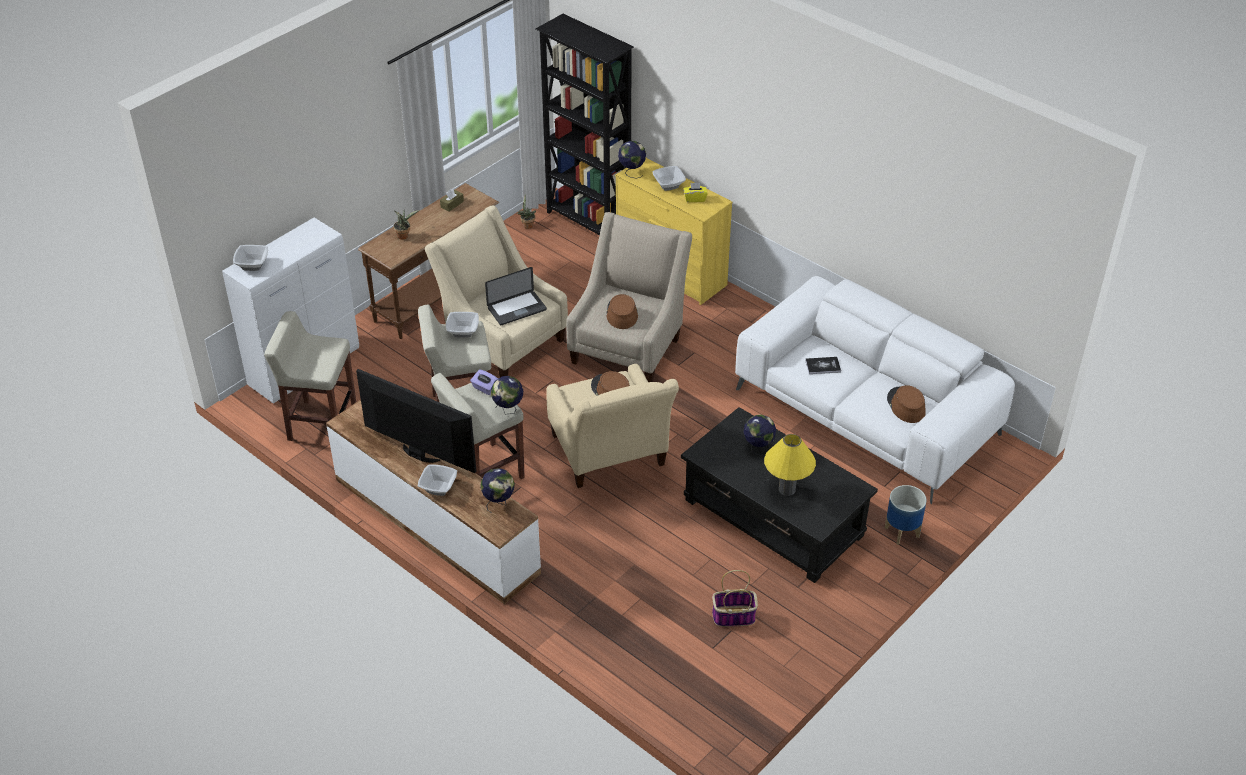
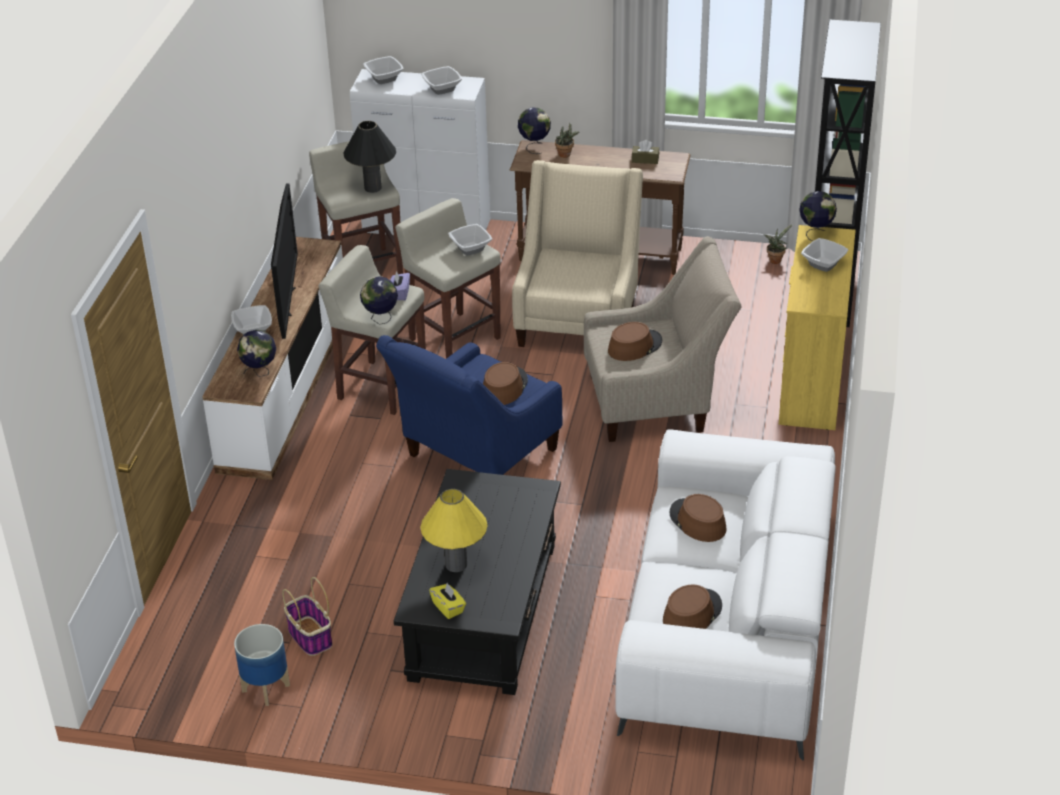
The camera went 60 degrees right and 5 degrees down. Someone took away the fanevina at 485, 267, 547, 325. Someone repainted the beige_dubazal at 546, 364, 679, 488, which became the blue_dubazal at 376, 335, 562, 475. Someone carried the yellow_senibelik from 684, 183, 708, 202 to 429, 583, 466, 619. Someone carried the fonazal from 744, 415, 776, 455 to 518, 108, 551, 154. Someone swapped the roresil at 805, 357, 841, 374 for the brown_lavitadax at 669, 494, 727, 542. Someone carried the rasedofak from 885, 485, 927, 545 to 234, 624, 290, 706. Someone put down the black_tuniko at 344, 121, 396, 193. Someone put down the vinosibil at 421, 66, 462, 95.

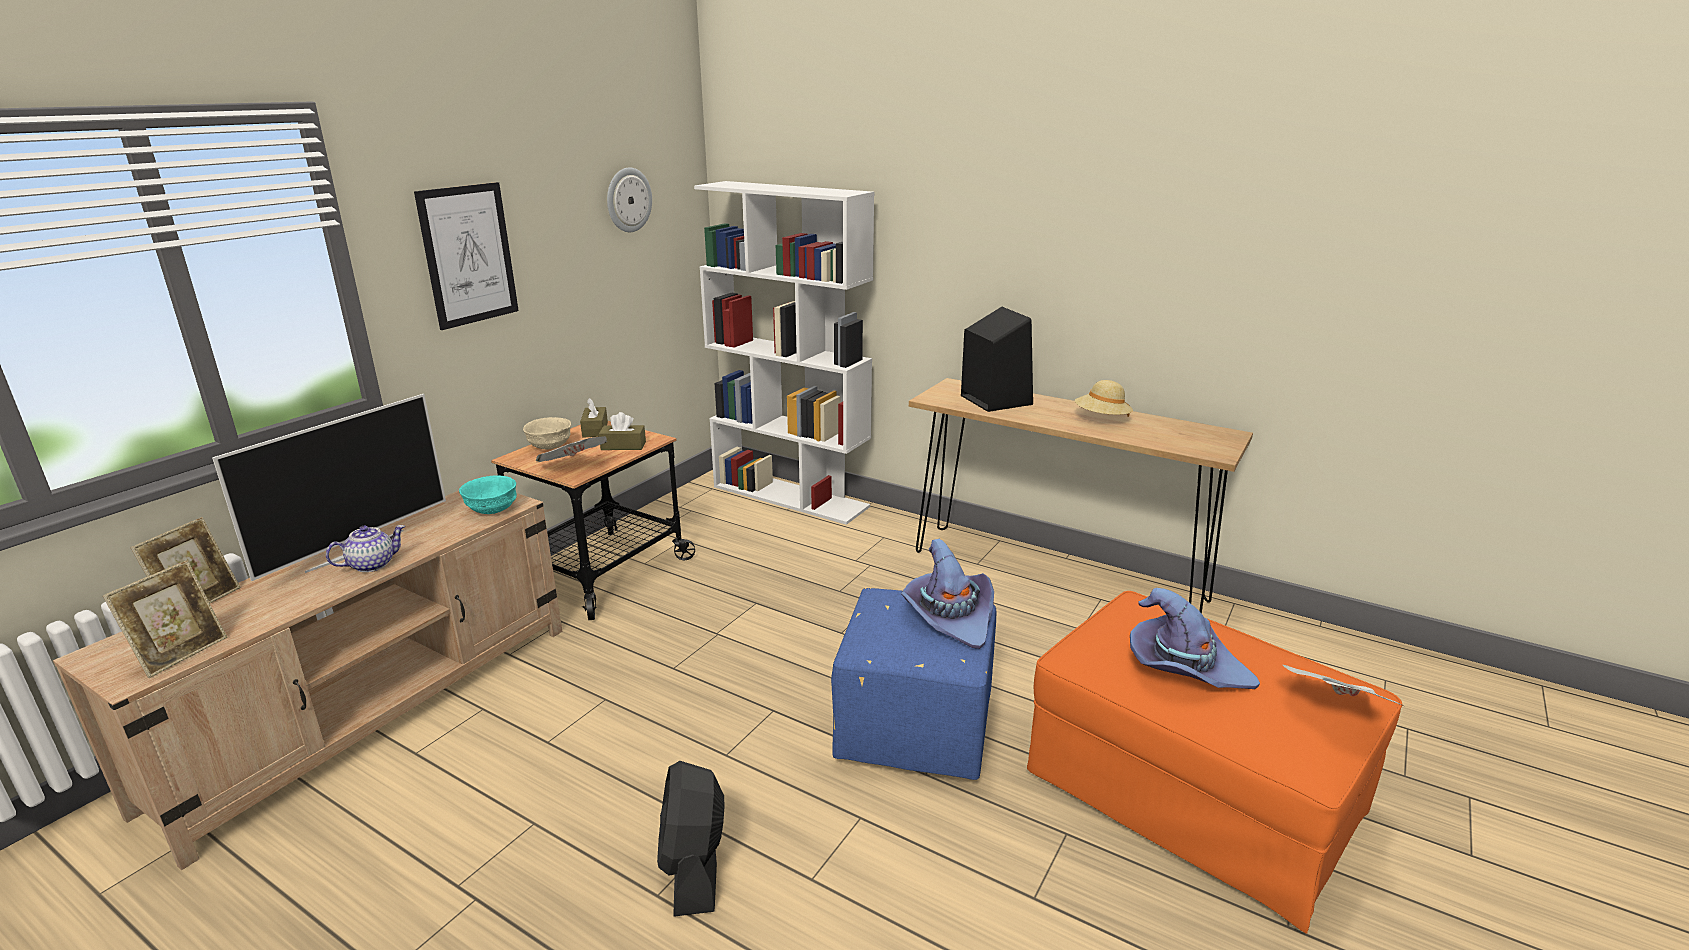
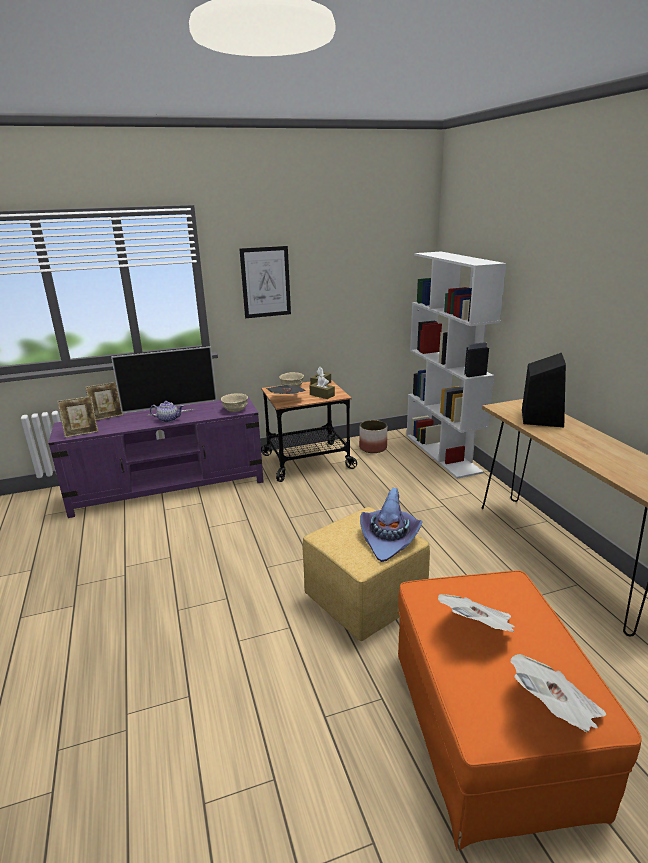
The camera went 40 degrees right and 0 degrees up. Someone repainted the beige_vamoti at 53, 491, 562, 870, which became the purple_vamoti at 48, 397, 264, 518. Someone repainted the turquoise_vinosibil at 459, 475, 517, 514, which became the beige_vinosibil at 221, 393, 248, 412. Someone took away the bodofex at 607, 167, 652, 232. Someone took away the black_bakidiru at 657, 761, 725, 917. Someone repainted the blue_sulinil at 831, 588, 996, 780, which became the yellow_sulinil at 302, 507, 430, 641. Someone took away the beige_lavitadax at 1075, 380, 1133, 417. Someone swapped the purple_lavitadax at 1130, 588, 1260, 689 for the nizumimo at 438, 594, 515, 632. Someone put down the rasedofak at 359, 420, 387, 453.

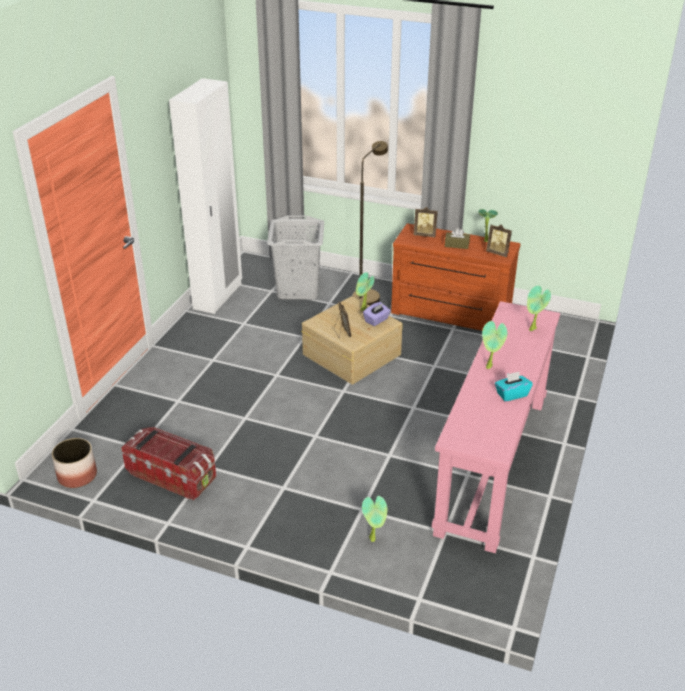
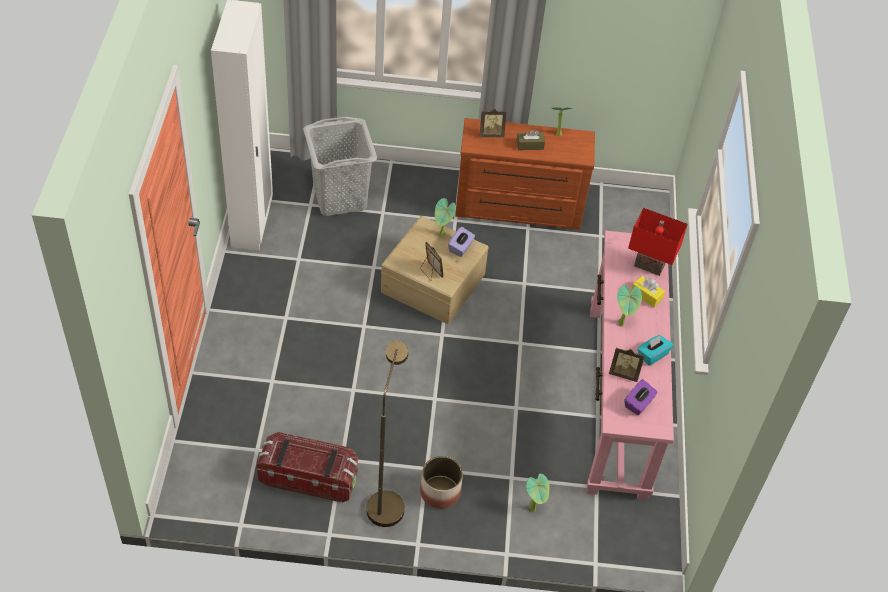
The camera went 20 degrees left and 15 degrees up. Someone carried the rasedofak from 52, 438, 97, 488 to 420, 456, 463, 509. Someone carried the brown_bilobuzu from 352, 141, 388, 305 to 366, 341, 408, 527. Someone carried the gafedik from 486, 225, 512, 257 to 609, 348, 645, 382. Someone swapped the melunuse at 527, 286, 551, 331 for the red_tuniko at 628, 208, 688, 276. Someone put down the purple_senibelik at 625, 379, 658, 415. Someone put down the yellow_senibelik at 631, 276, 665, 307.

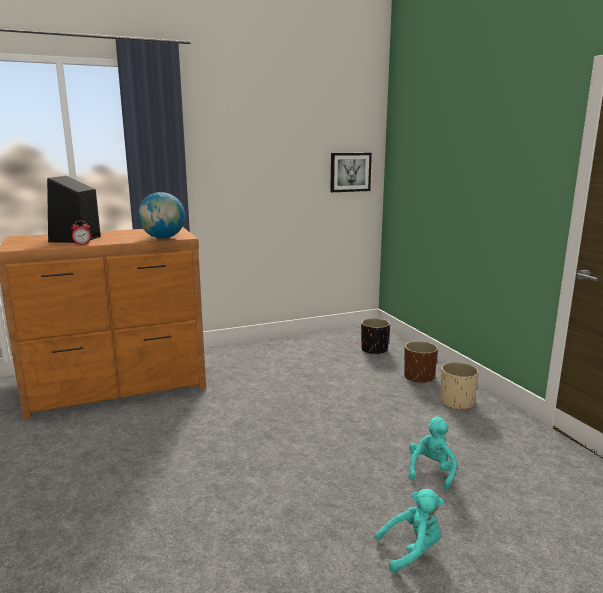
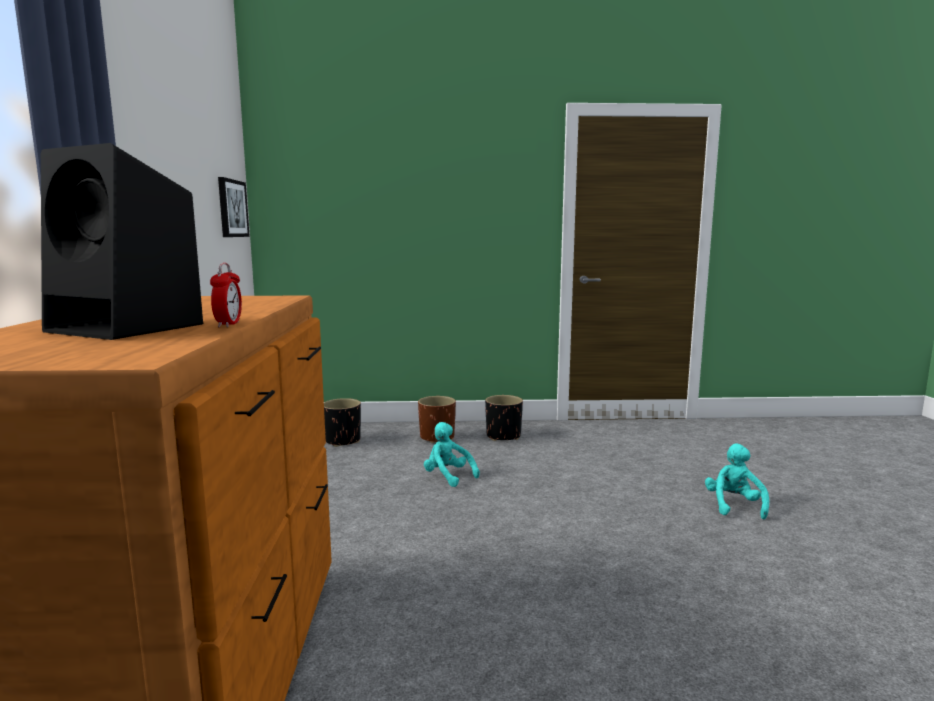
The camera went 70 degrees left and 5 degrees down. Someone took away the fonazal at 138, 192, 185, 238. Someone carried the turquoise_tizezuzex from 408, 417, 457, 490 to 424, 422, 480, 487. Someone repainted the beige_rasedofak at 440, 362, 479, 410, which became the black_rasedofak at 485, 395, 523, 441.

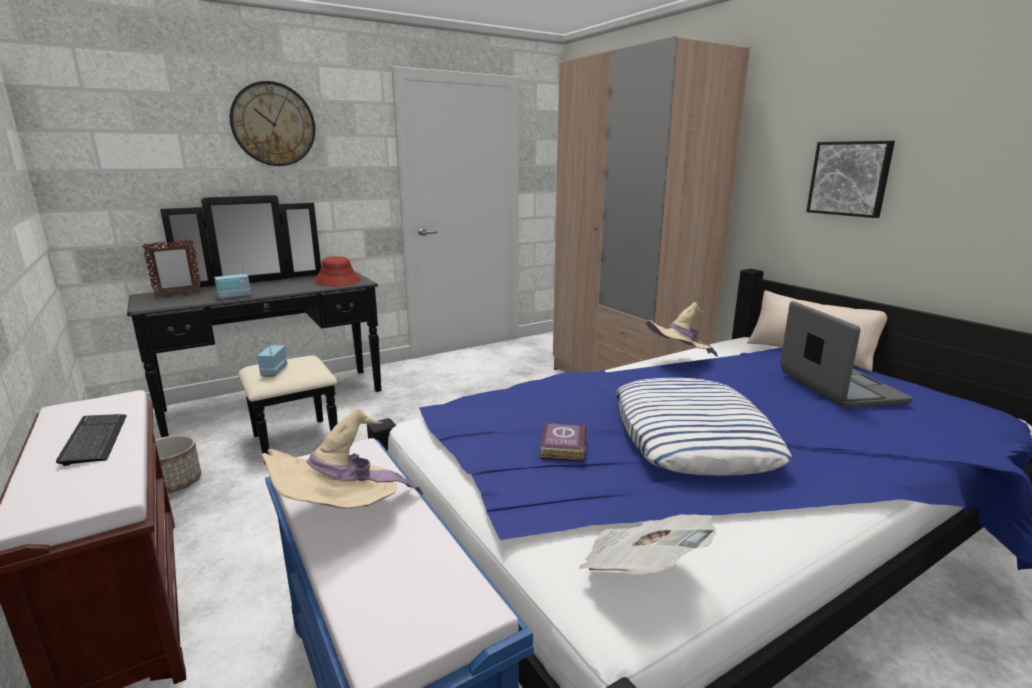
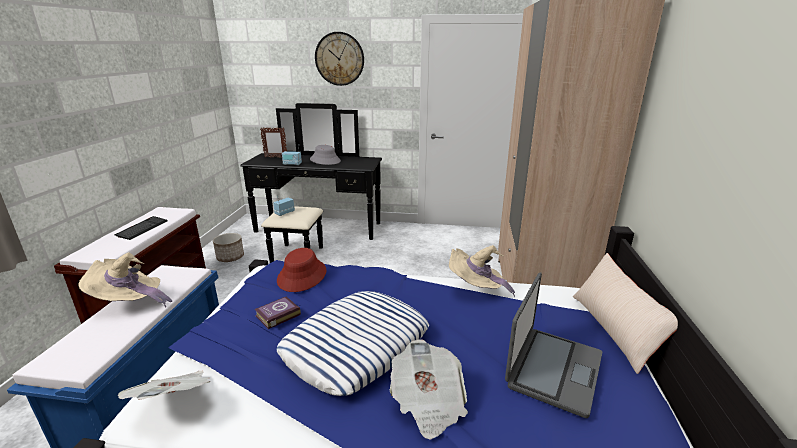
The camera went 40 degrees right and 5 degrees up. Someone carried the red_lavitadax from 315, 256, 361, 286 to 277, 248, 326, 292. Someone took away the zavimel at 806, 141, 895, 218. Someone put down the grey_lavitadax at 310, 145, 341, 165. Someone put down the nizumimo at 390, 340, 468, 440.

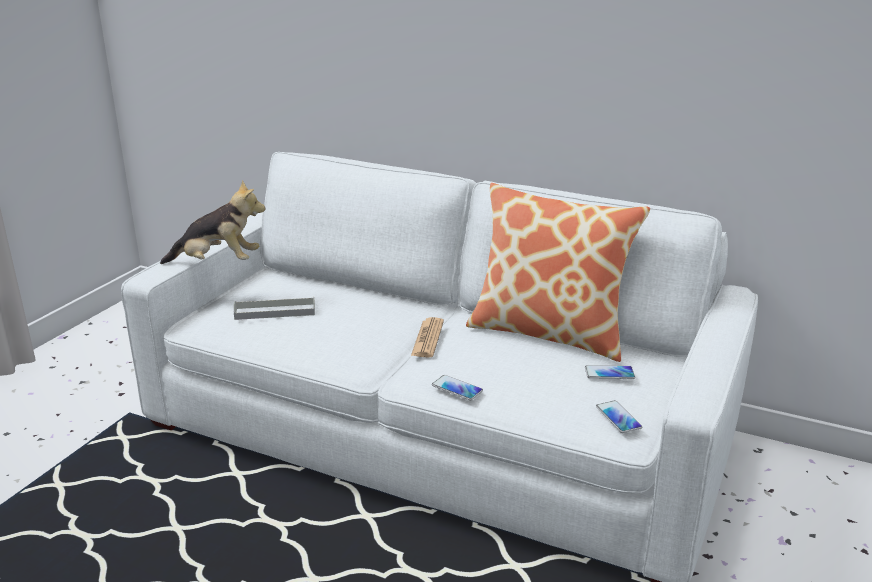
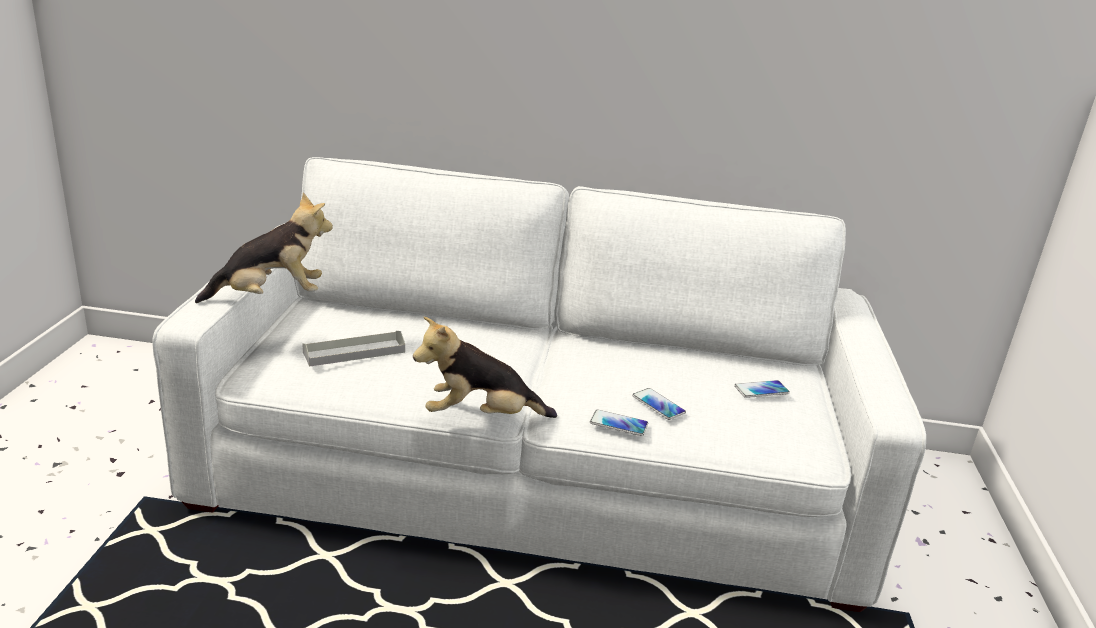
The camera went 20 degrees left and 0 degrees up. Someone took away the nizumimo at 411, 317, 444, 358. Someone took away the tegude at 466, 183, 650, 362. Someone carried the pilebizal from 596, 400, 642, 433 to 632, 388, 686, 420. Someone put down the tizezuzex at 413, 317, 557, 418.

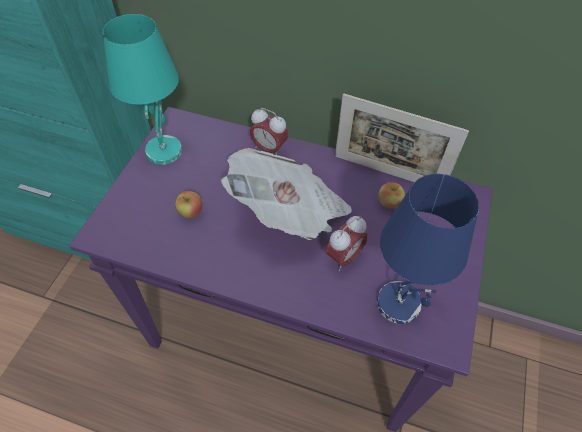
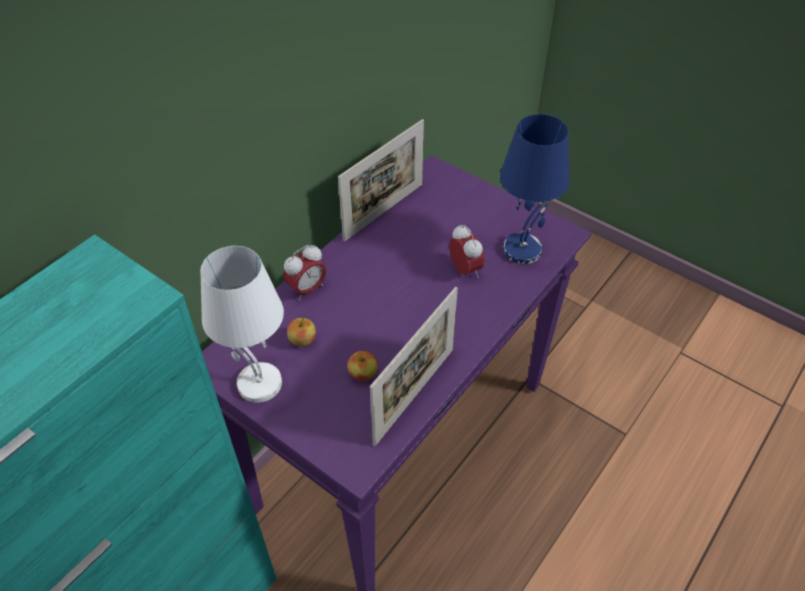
The camera went 70 degrees left and 5 degrees down. Someone repainted the turquoise_tuniko at 103, 14, 182, 165, which became the white_tuniko at 200, 246, 284, 403. Someone took away the nizumimo at 221, 148, 352, 240. Someone carried the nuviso from 378, 182, 405, 208 to 287, 317, 316, 347. Someone put down the gafedik at 370, 287, 458, 446.

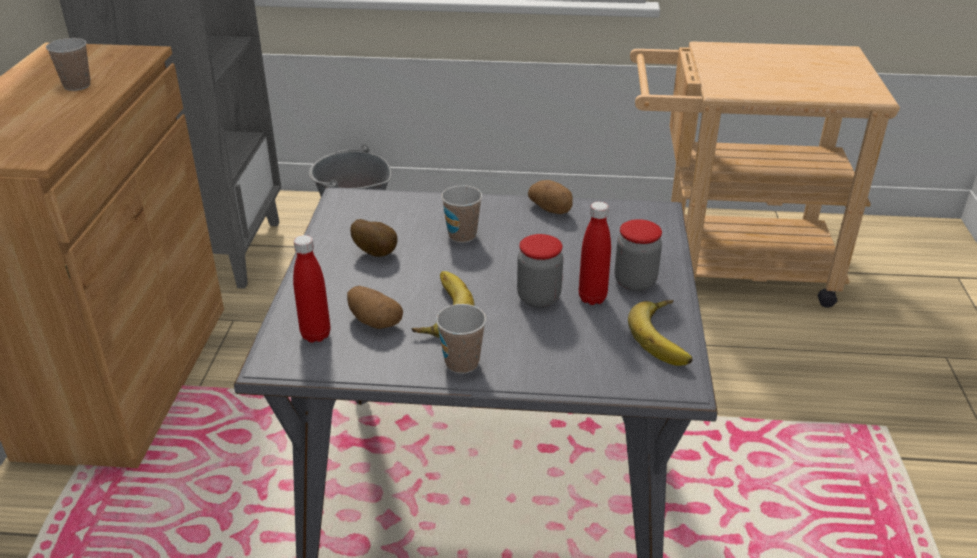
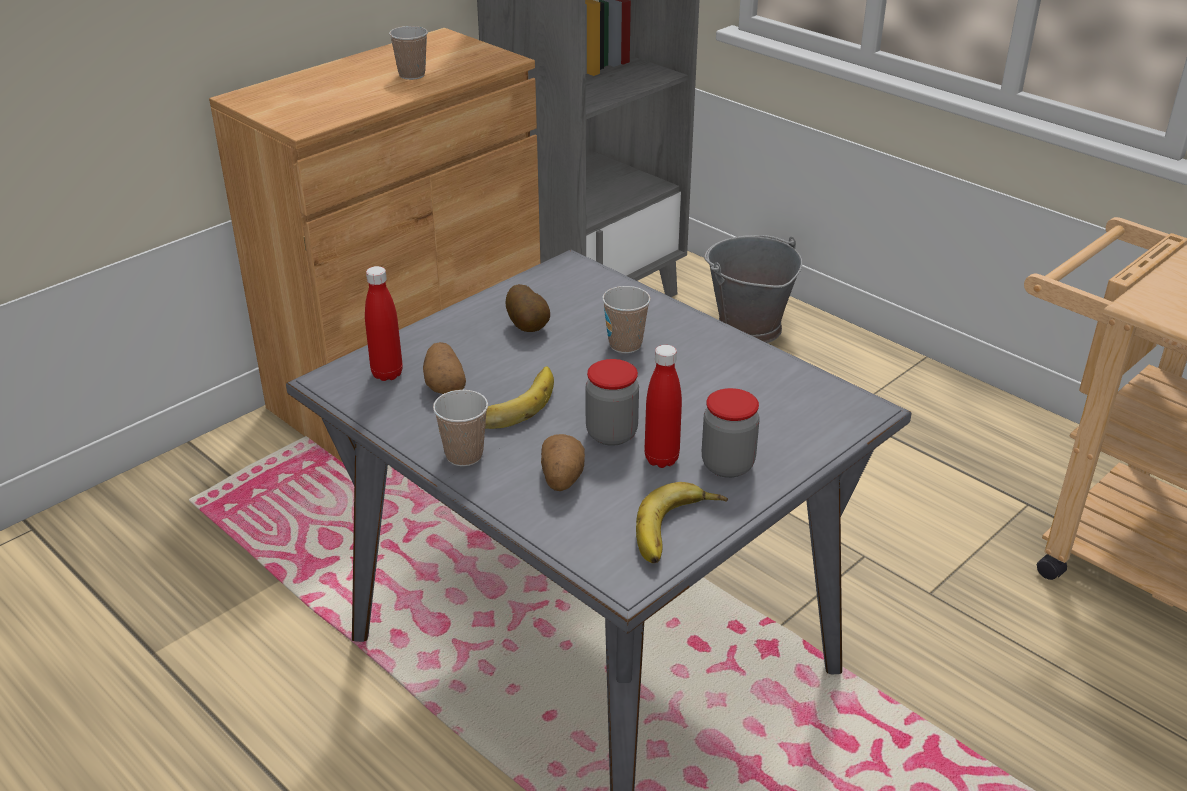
The camera went 40 degrees right and 0 degrees up. Someone carried the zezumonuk from 528, 180, 573, 214 to 541, 434, 585, 491.

